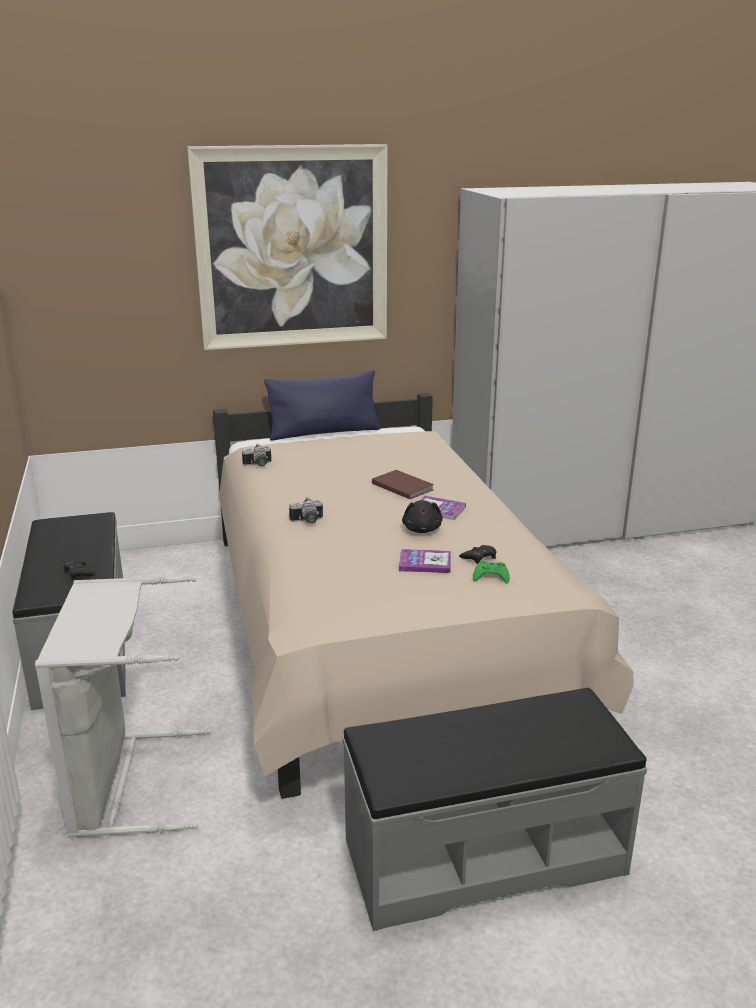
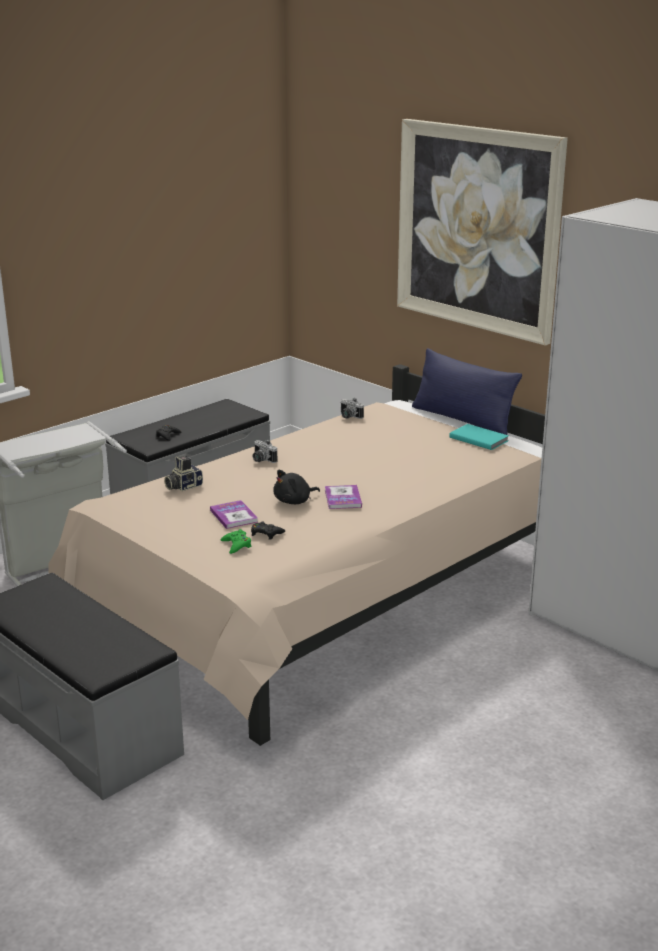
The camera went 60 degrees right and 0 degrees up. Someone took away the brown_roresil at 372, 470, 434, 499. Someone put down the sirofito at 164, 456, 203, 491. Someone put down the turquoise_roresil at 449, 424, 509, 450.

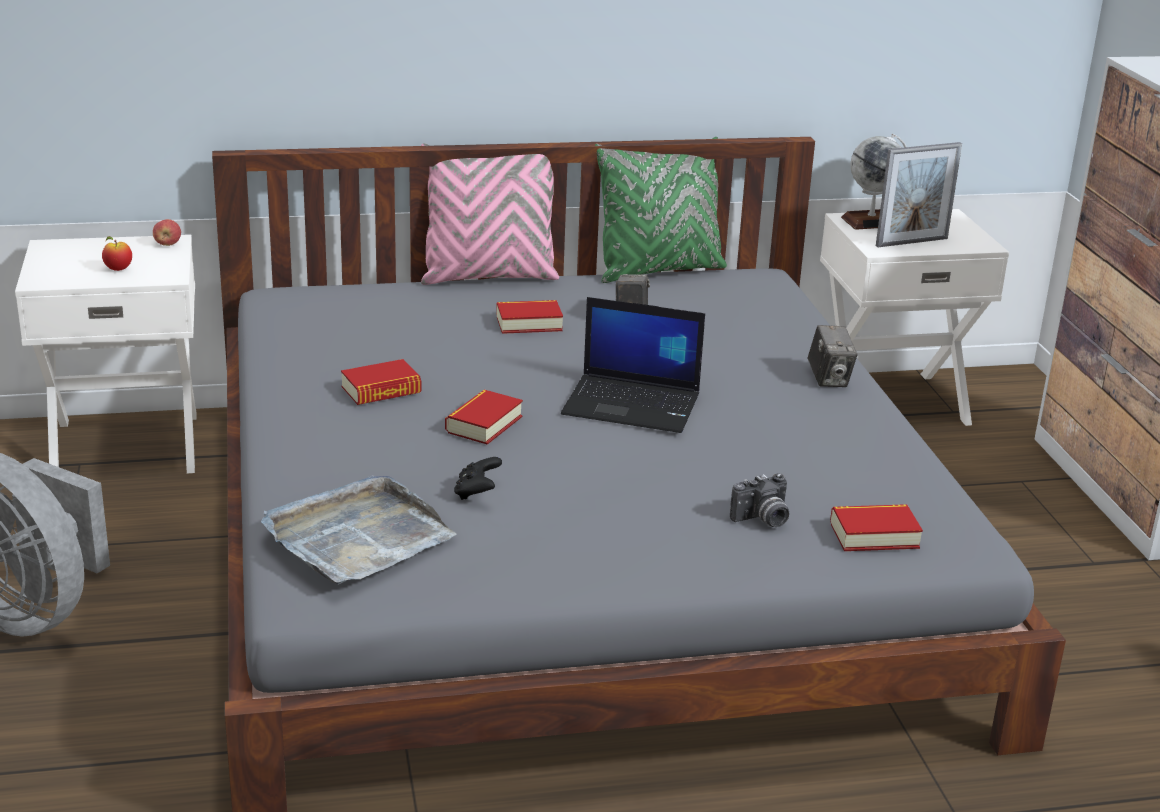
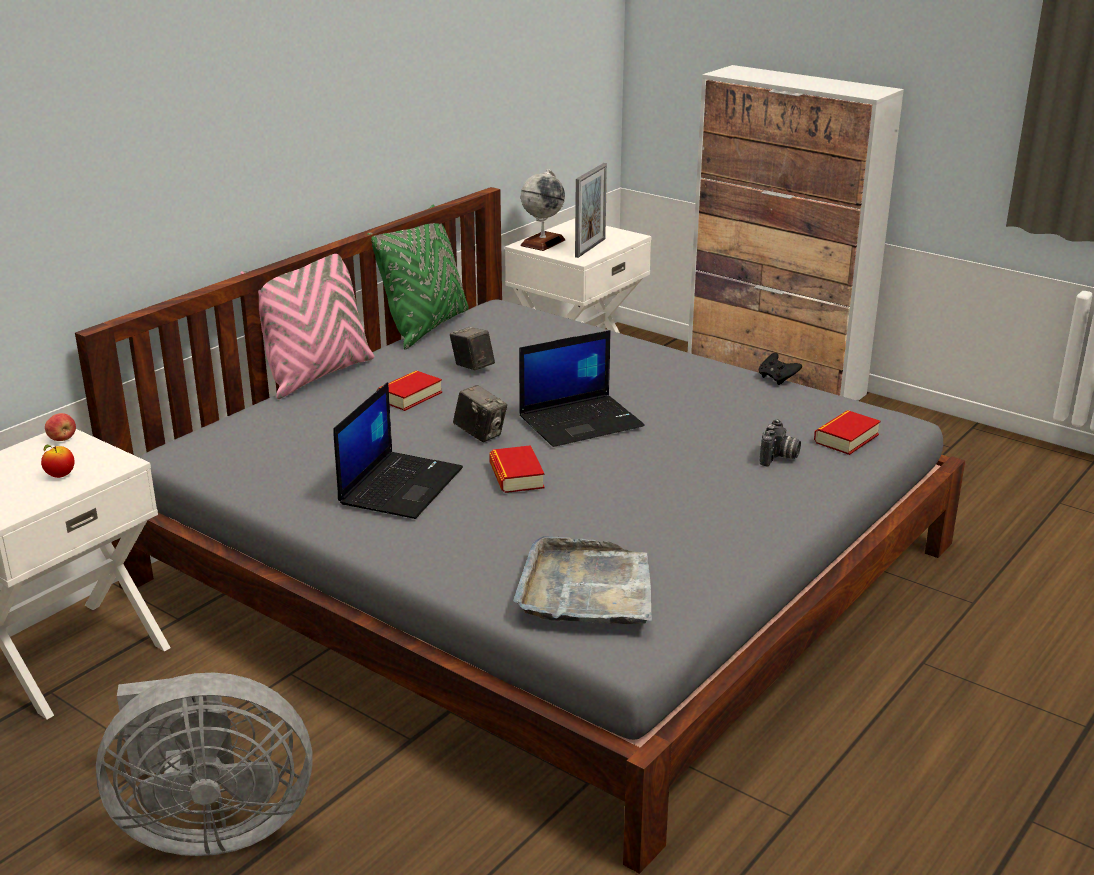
The camera went 40 degrees left and 0 degrees up. Someone swapped the roresil at 341, 359, 422, 405 for the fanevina at 333, 382, 463, 519. Someone carried the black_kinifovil from 454, 457, 502, 500 to 758, 353, 802, 385. Someone carried the sirofito from 808, 325, 858, 387 to 453, 385, 507, 442.

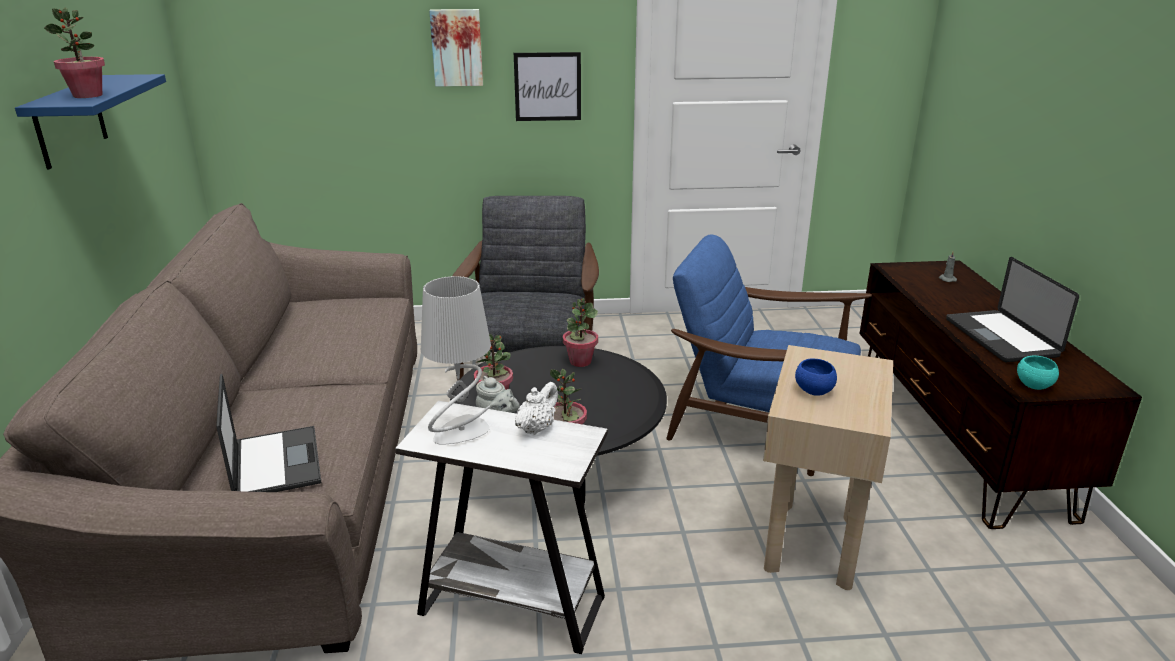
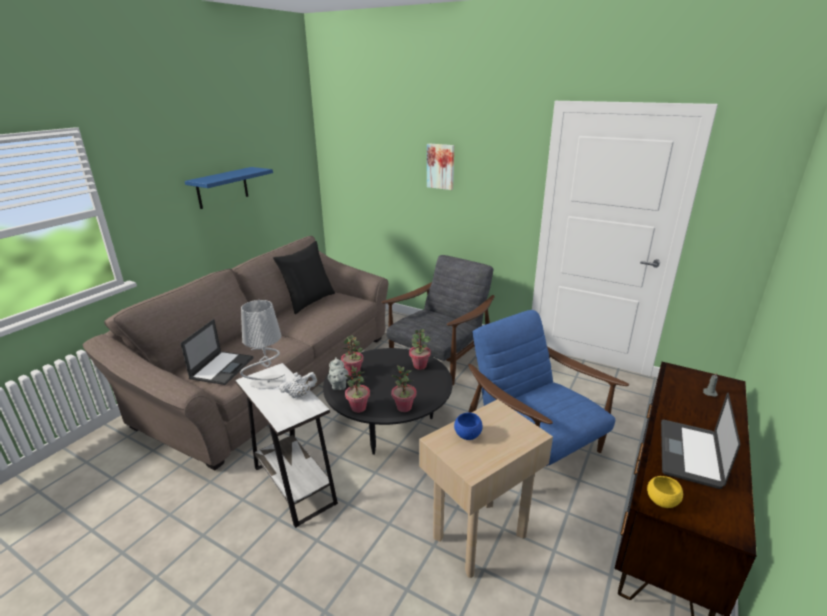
The camera went 35 degrees right and 0 degrees up. Someone carried the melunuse from 44, 8, 105, 98 to 391, 365, 416, 412. Someone took away the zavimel at 514, 52, 581, 121. Someone repainted the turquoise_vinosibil at 1017, 355, 1059, 390, which became the yellow_vinosibil at 647, 476, 683, 508. Someone put down the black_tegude at 273, 241, 335, 314.

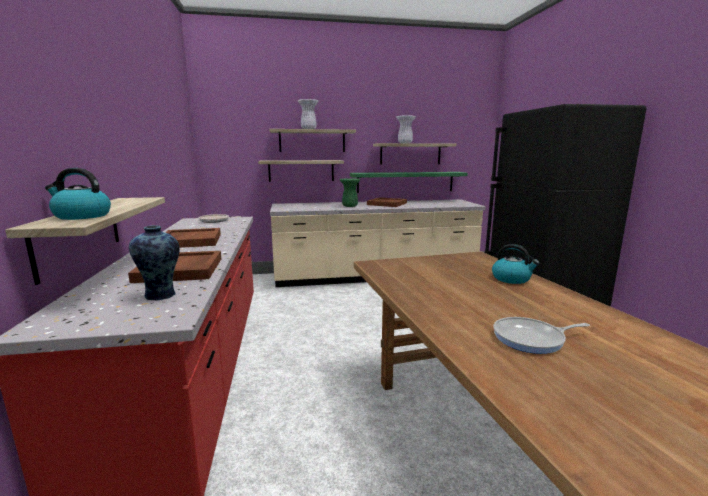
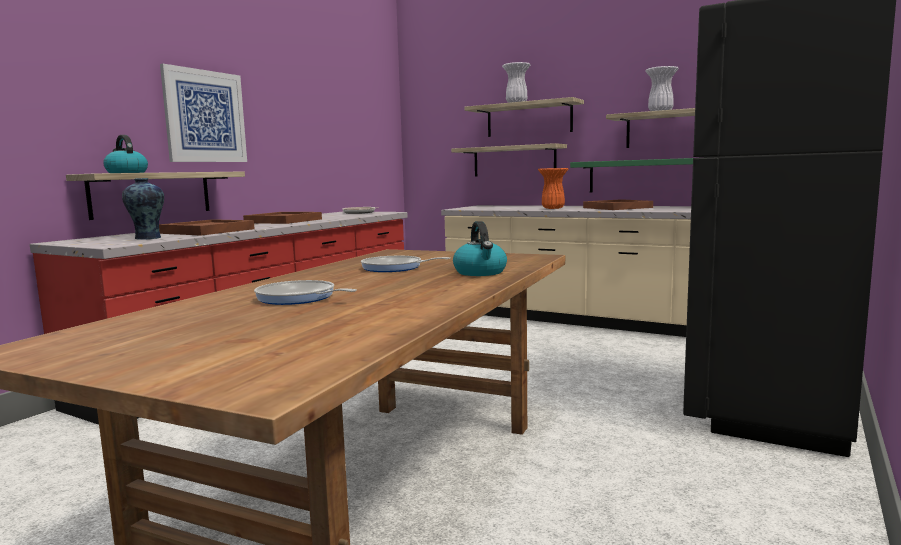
The camera went 40 degrees right and 5 degrees down. Someone repainted the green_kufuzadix at 340, 178, 360, 207, which became the orange_kufuzadix at 538, 168, 568, 209. Someone put up the zavimel at 160, 64, 247, 162. Someone put down the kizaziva at 361, 256, 450, 272.

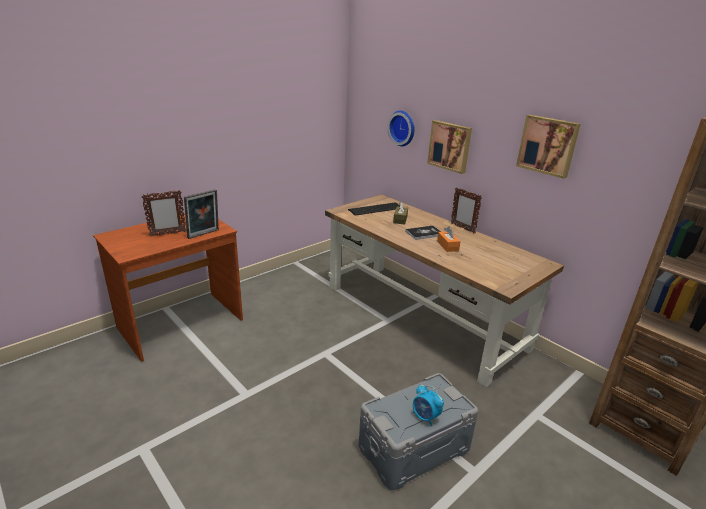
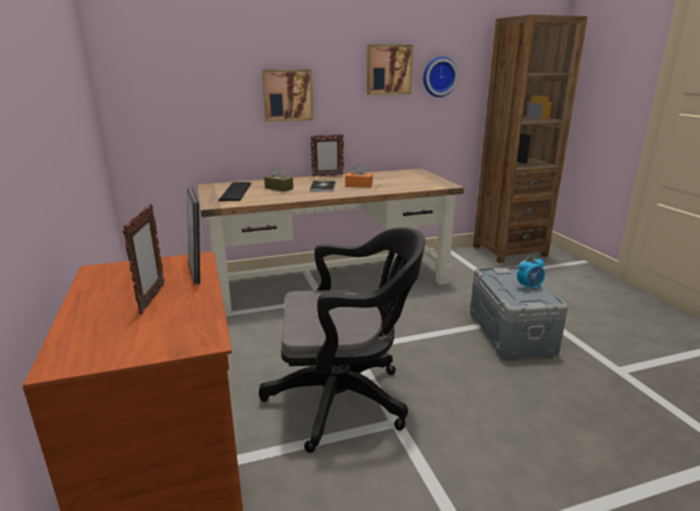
The camera went 65 degrees left and 5 degrees down. Someone carried the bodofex from 388, 110, 415, 146 to 423, 57, 458, 97. Someone put down the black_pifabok at 259, 227, 426, 453.

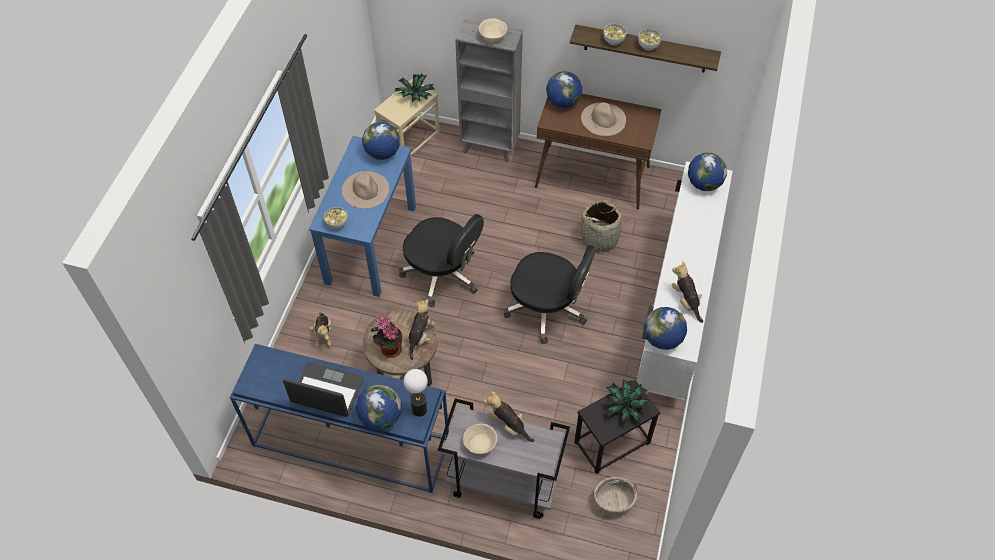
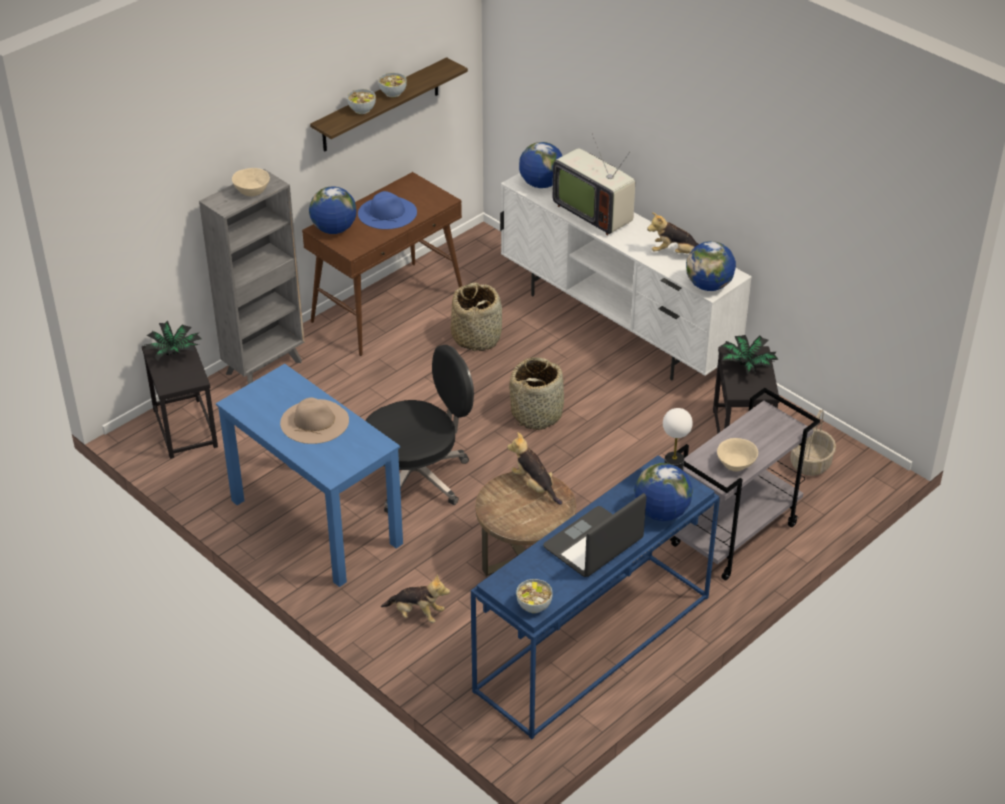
The camera went 60 degrees left and 15 degrees down. Someone carried the vinosibil from 324, 207, 348, 229 to 516, 579, 553, 613. Someone took away the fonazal at 362, 122, 400, 160. Someone took away the melunuse at 371, 316, 403, 358. Someone repainted the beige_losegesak at 374, 79, 440, 156, which became the black_losegesak at 142, 336, 218, 459. Someone took away the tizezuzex at 483, 391, 534, 442. Someone swapped the black_pifabok at 504, 245, 596, 344 for the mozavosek at 509, 357, 565, 430. Someone repainted the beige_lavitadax at 581, 102, 626, 136, which became the blue_lavitadax at 358, 191, 417, 229. Someone put down the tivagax at 553, 133, 635, 235.

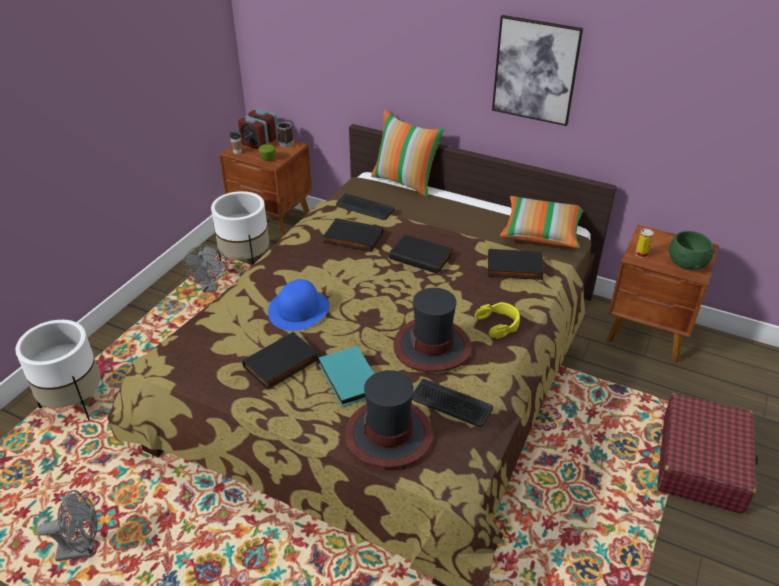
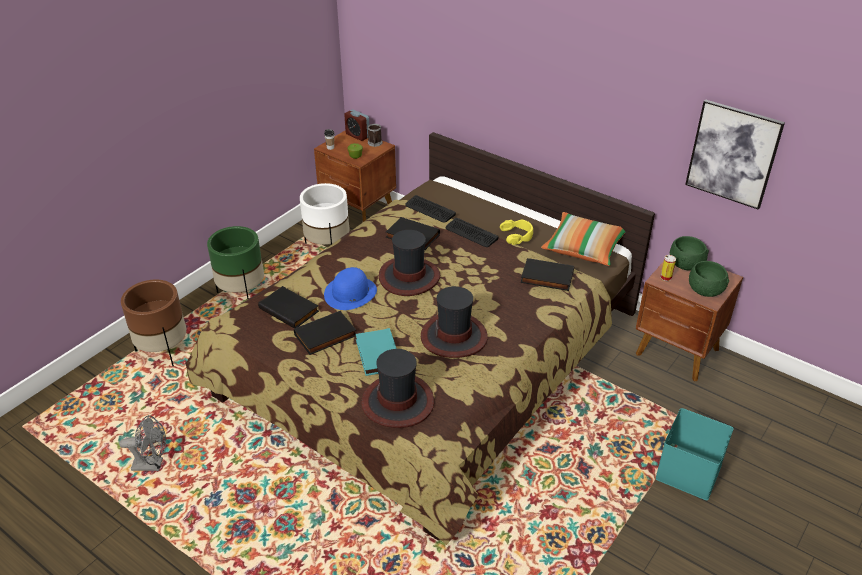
The camera went 10 degrees right and 0 degrees up. Someone repainted the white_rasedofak at 16, 320, 100, 420, which became the brown_rasedofak at 121, 280, 186, 366. Someone took away the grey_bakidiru at 183, 245, 226, 293. Someone took away the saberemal at 238, 116, 269, 149. Someone took away the tegude at 371, 110, 444, 197. Someone carried the black_roresil from 389, 234, 453, 274 to 258, 286, 319, 329. Someone carried the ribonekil from 412, 379, 493, 427 to 446, 218, 498, 247. Someone carried the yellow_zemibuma from 474, 302, 520, 339 to 500, 220, 533, 245. Someone carried the zavimel from 492, 15, 583, 126 to 685, 99, 785, 210. Someone swapped the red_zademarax at 657, 393, 758, 514 for the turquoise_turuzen at 656, 408, 734, 500. Someone put down the green_rasedofak at 207, 226, 264, 299. Someone put down the lavitadax at 379, 230, 440, 296. Someone put down the green_vinosibil at 670, 236, 709, 270.

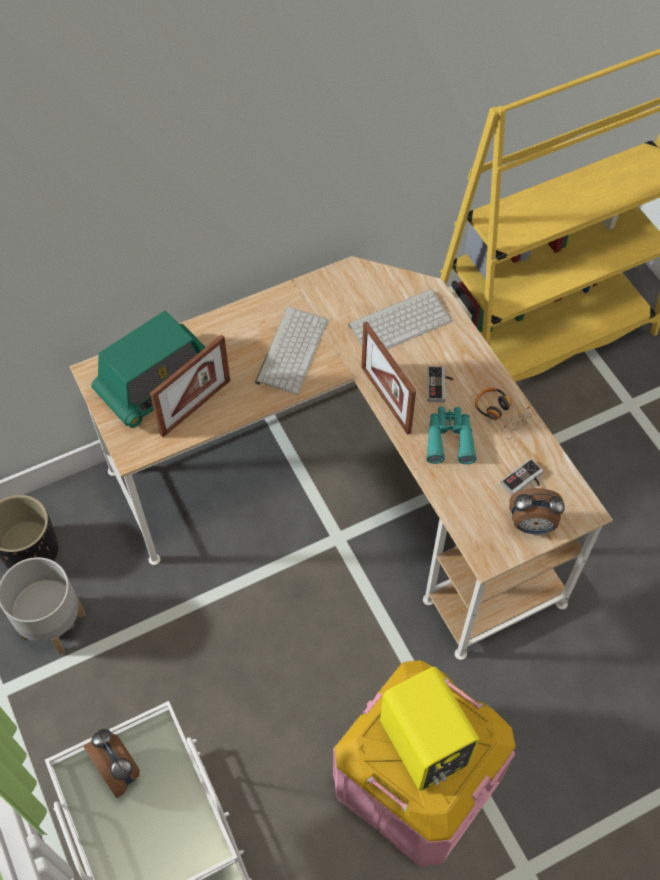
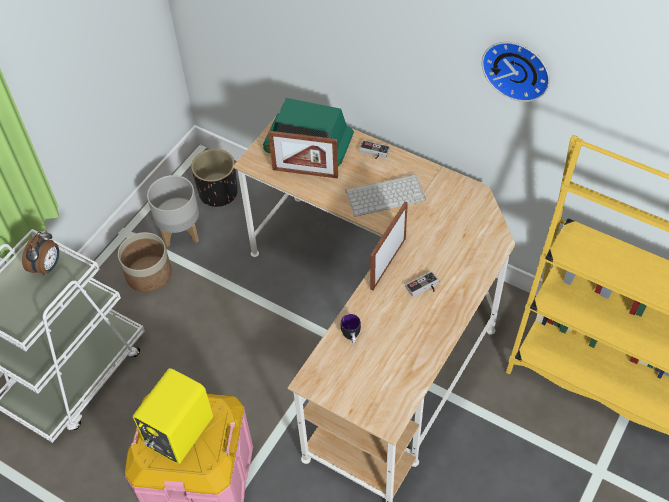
The camera went 60 degrees right and 5 degrees down. Someone took away the ribonekil at 348, 289, 452, 349. Someone took away the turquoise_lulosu at 426, 407, 477, 464. Someone took away the zemibuma at 475, 387, 532, 439. Someone carried the kinifovil from 501, 459, 544, 495 to 359, 140, 390, 159. Someone took away the saberemal at 509, 488, 565, 534. Someone put down the rasedofak at 118, 232, 172, 292. Someone put down the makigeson at 341, 314, 361, 343. Someone put up the bodofex at 482, 42, 550, 102.

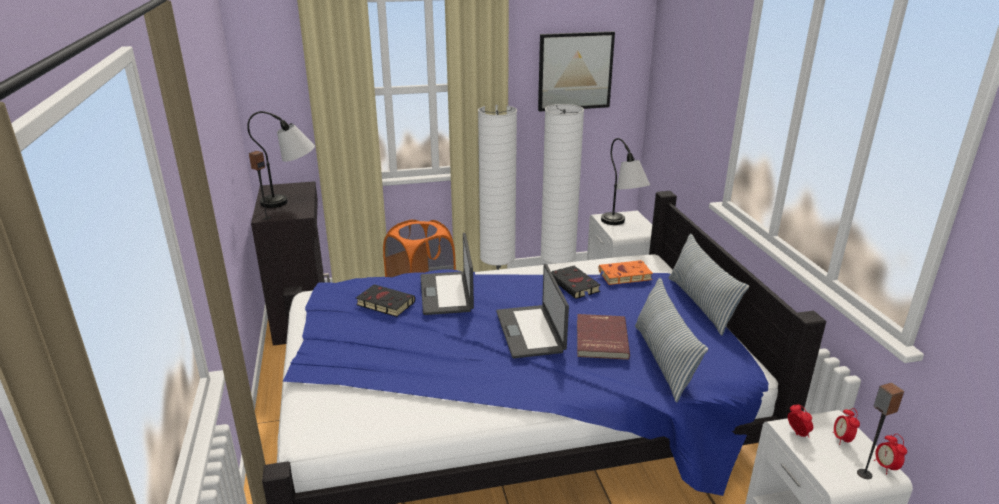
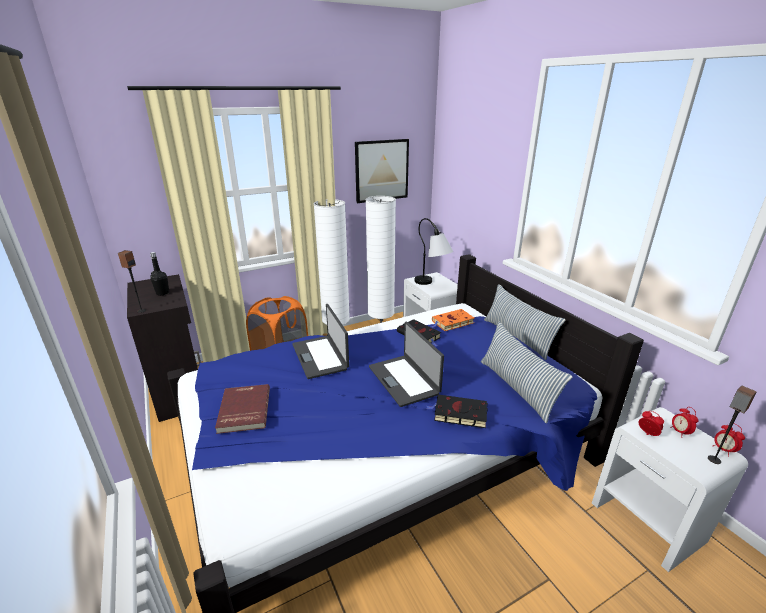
The camera went 15 degrees left and 0 degrees up. Someone swapped the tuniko at 247, 111, 315, 208 for the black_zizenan at 150, 252, 169, 296. Someone carried the black_roresil from 356, 284, 415, 317 to 426, 394, 488, 428. Someone carried the red_roresil from 577, 314, 630, 360 to 215, 384, 270, 434.

